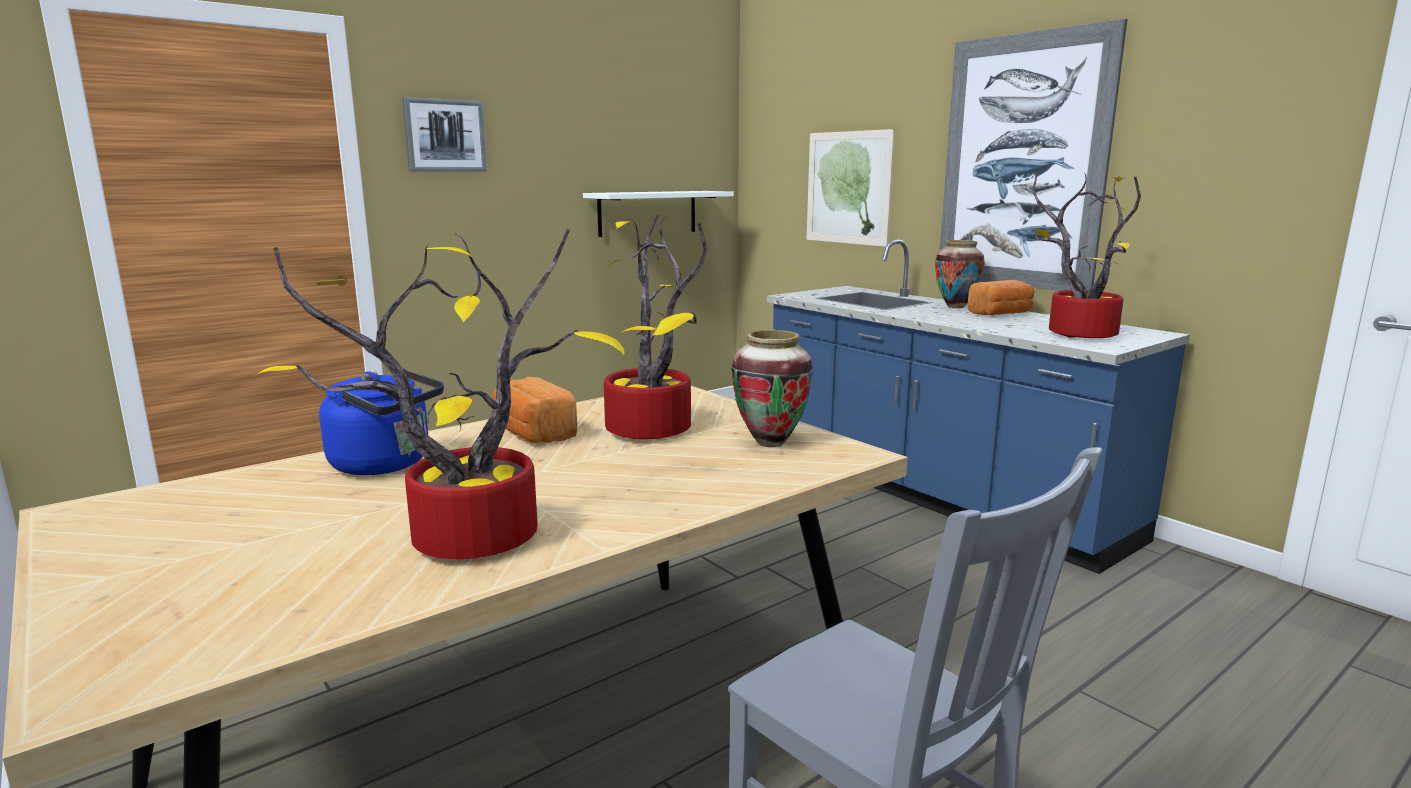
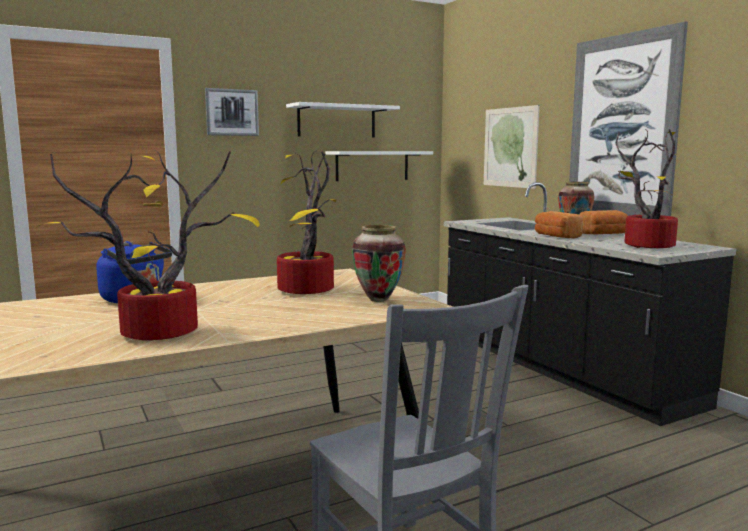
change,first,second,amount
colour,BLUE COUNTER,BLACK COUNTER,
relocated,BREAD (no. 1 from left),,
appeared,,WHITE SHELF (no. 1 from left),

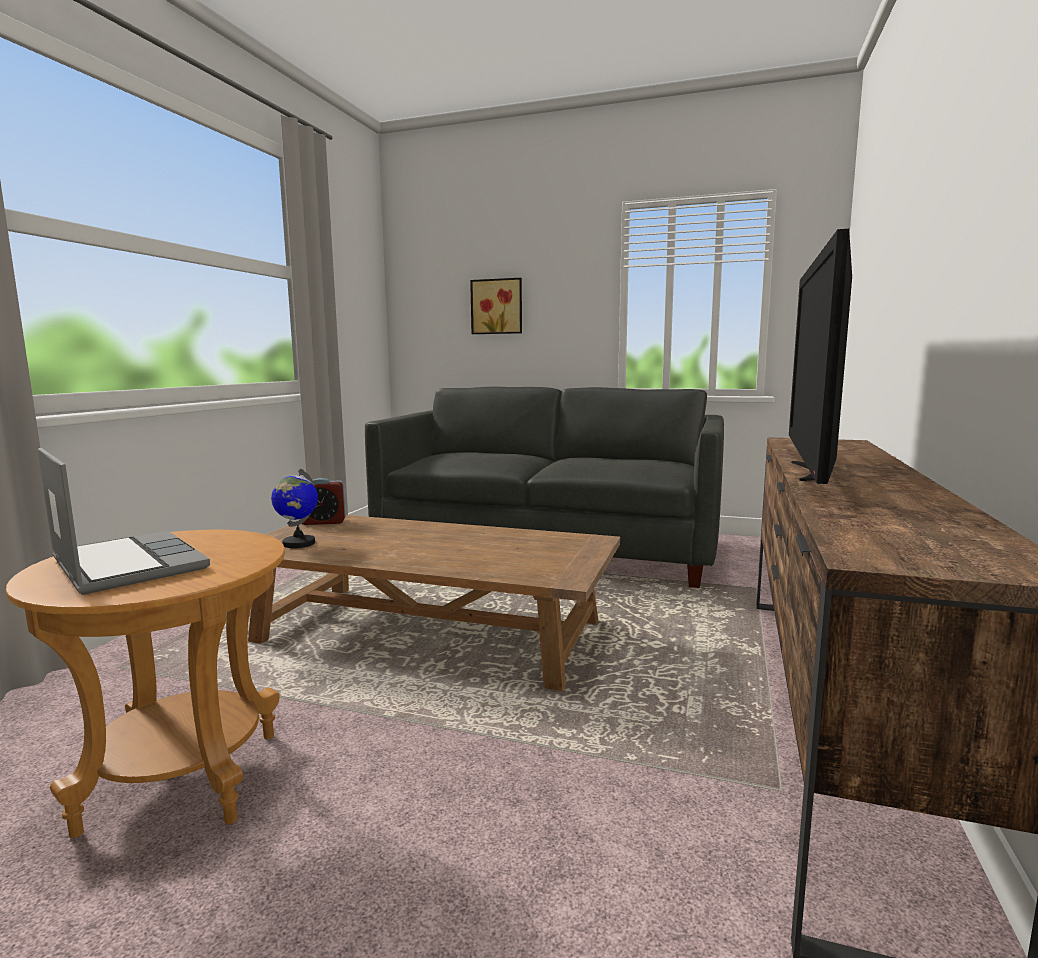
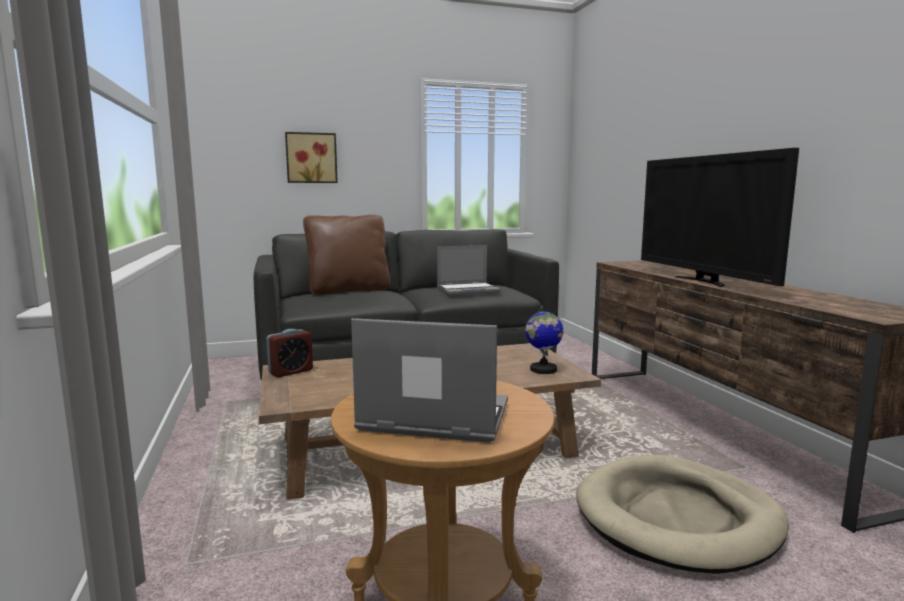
change,first,second,amount
relocated,GLOBE,,
appeared,,BROWN PILLOW,
appeared,,LAPTOP (no. 2 from left),
appeared,,BEIGE DOG BED,

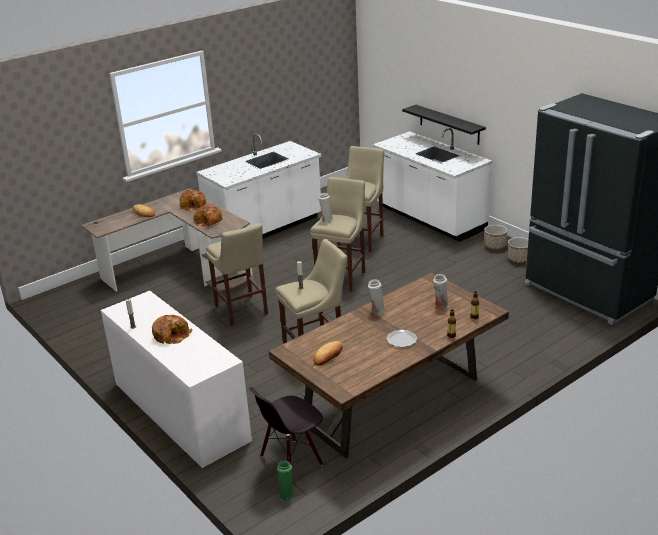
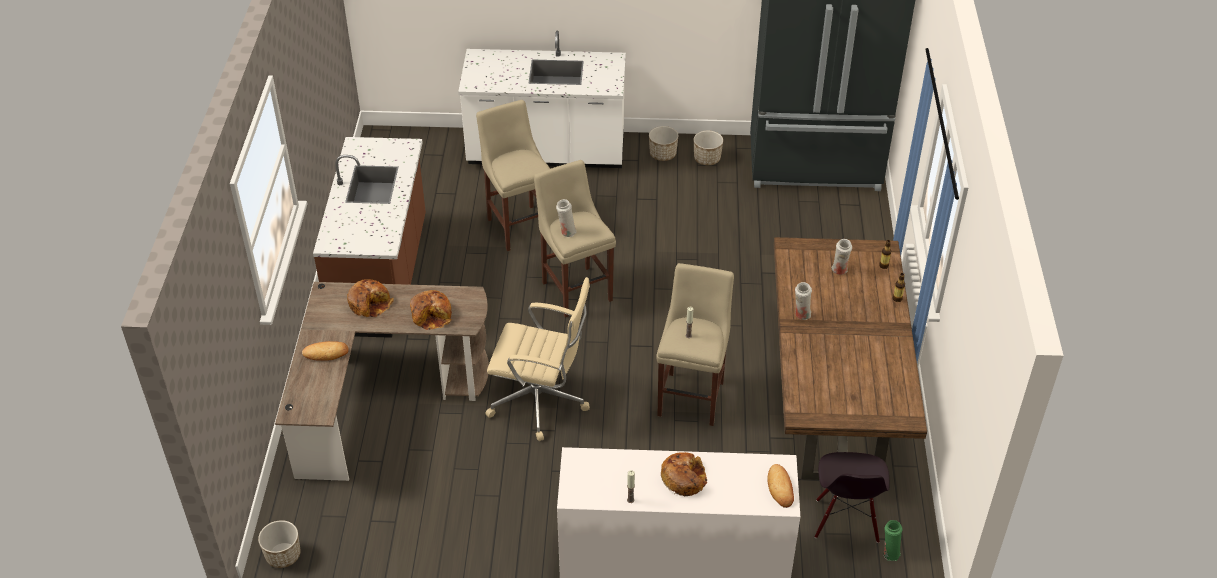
change,first,second,amount
missing,BLACK SHELF,,
colour,WHITE COUNTER (no. 1 from left),BROWN COUNTER,
exchanged,BEIGE STOOL (no. 1 from left),BEIGE OFFICE CHAIR,
missing,PLATE,,
relocated,BREAD (no. 5 from left),,
appeared,,PLANTER (no. 1 from left),

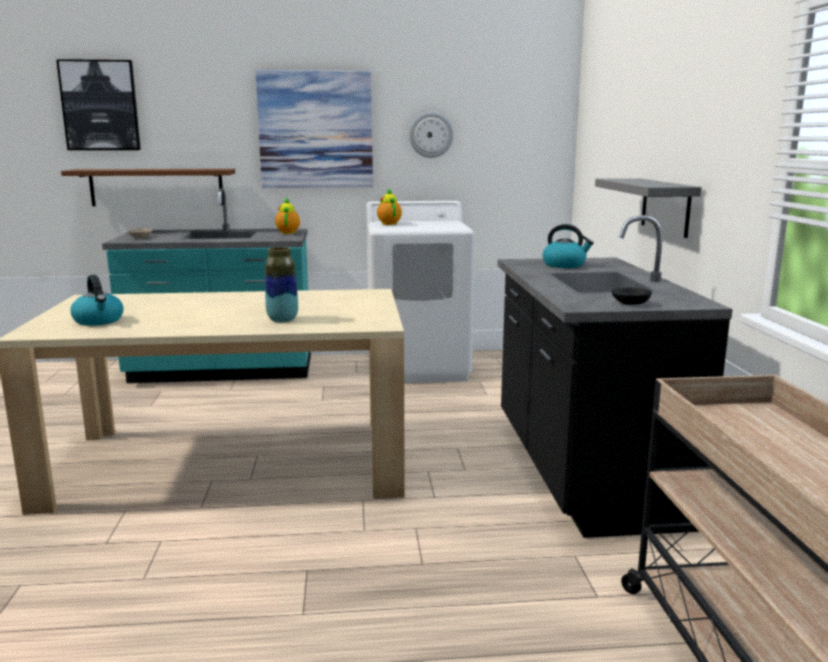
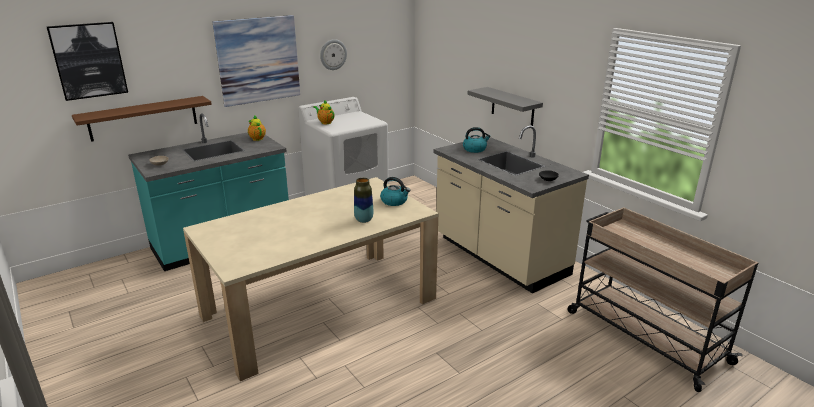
change,first,second,amount
colour,BLACK COUNTER,BEIGE COUNTER,
relocated,KETTLE (no. 1 from left),,

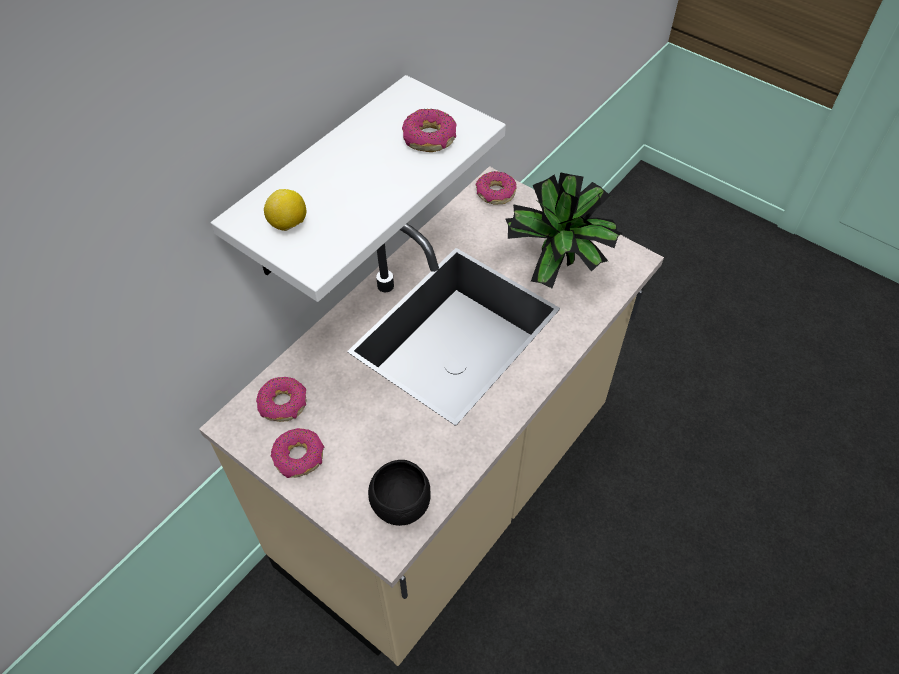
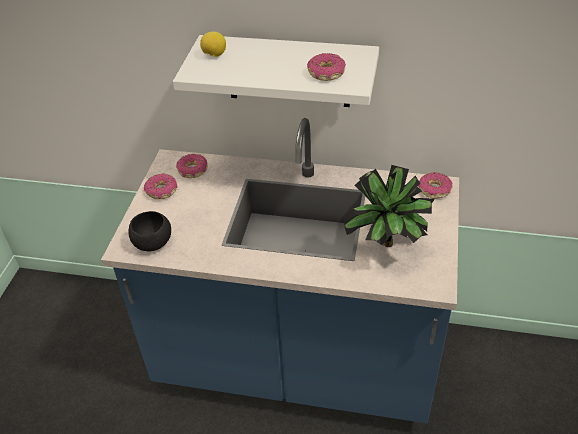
change,first,second,amount
colour,BEIGE COUNTER,BLUE COUNTER,

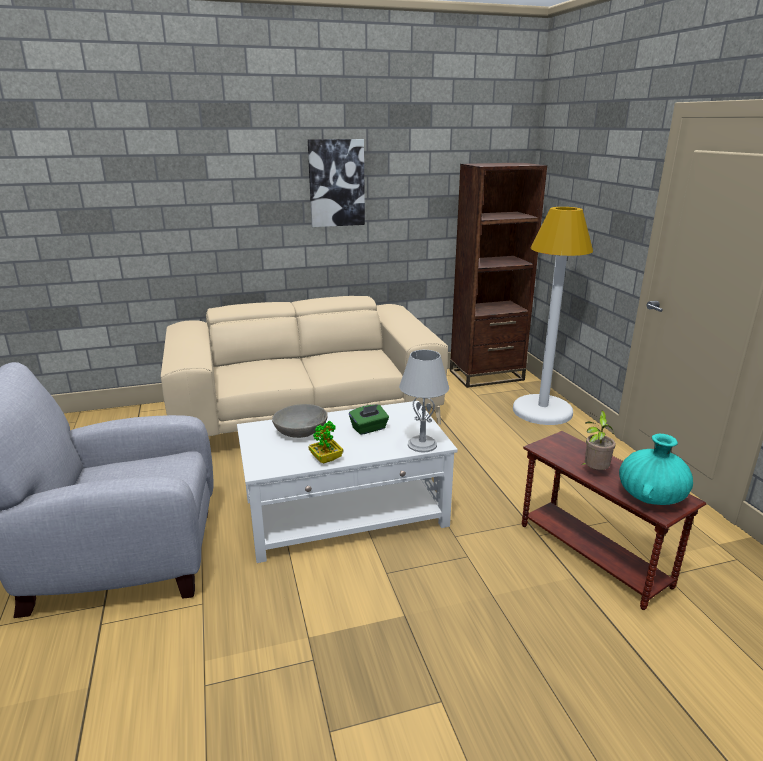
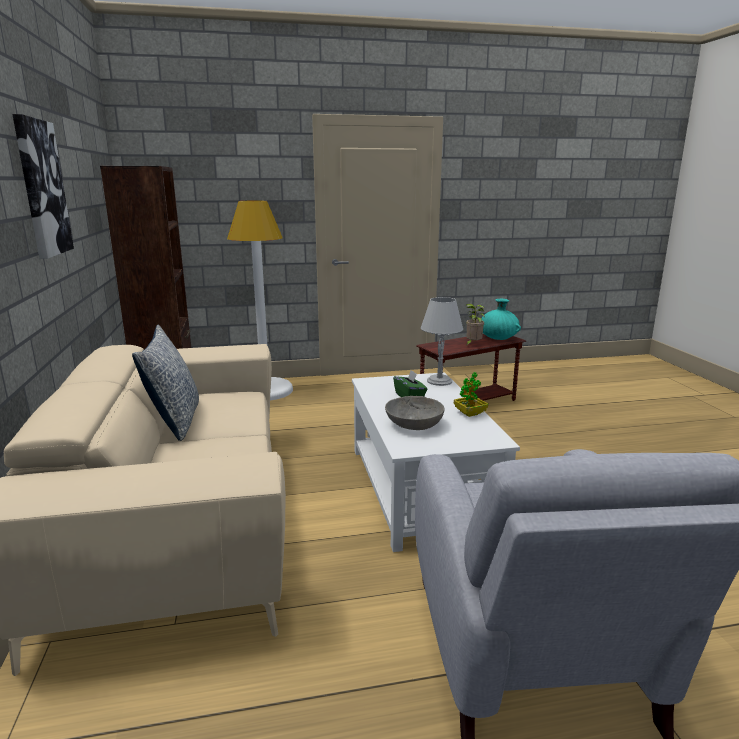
change,first,second,amount
appeared,,PILLOW,

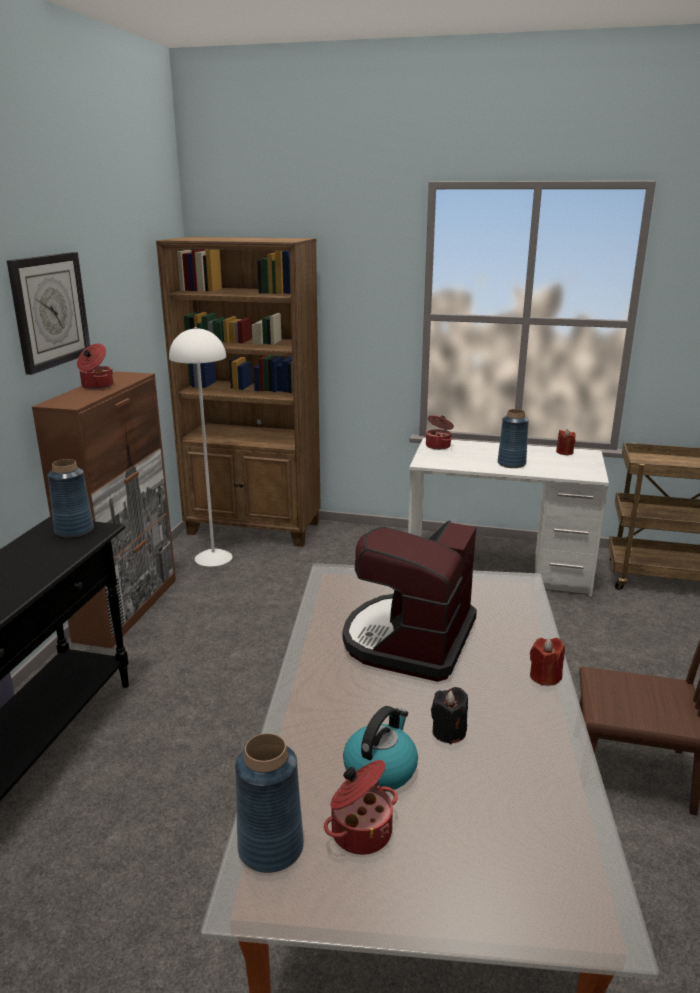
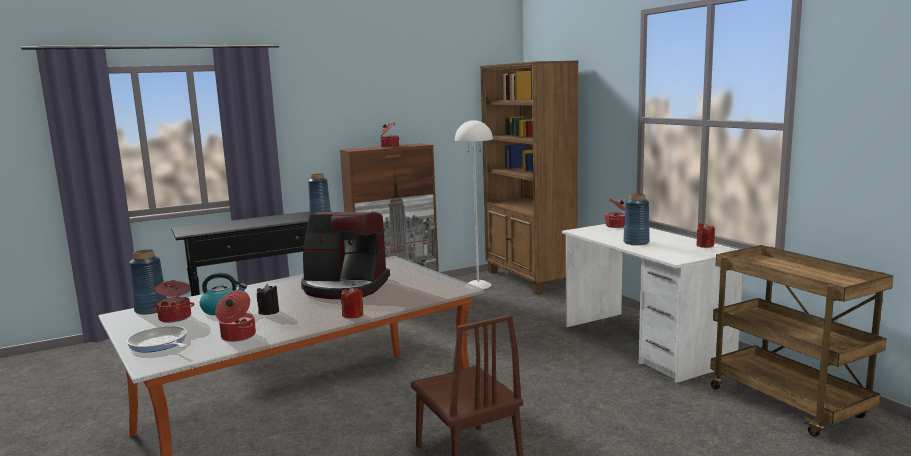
change,first,second,amount
missing,WALL CLOCK,,
spun,COFFEE MACHINE,,150 degrees counterclockwise
appeared,,COOKING POT (no. 2 from left),
appeared,,FRYING PAN,

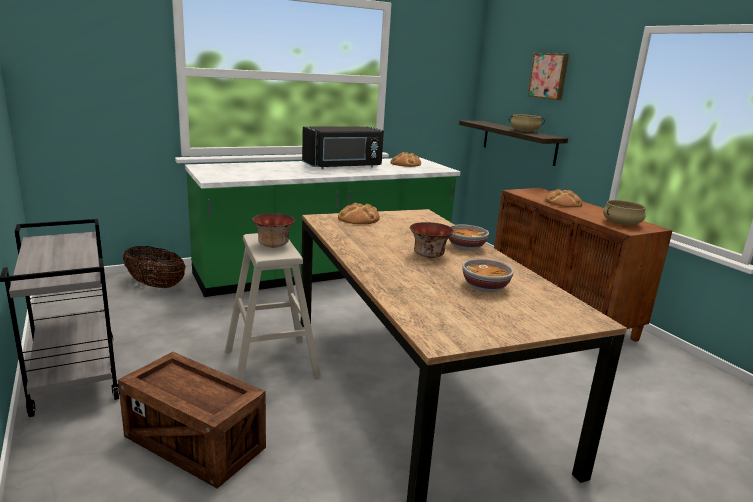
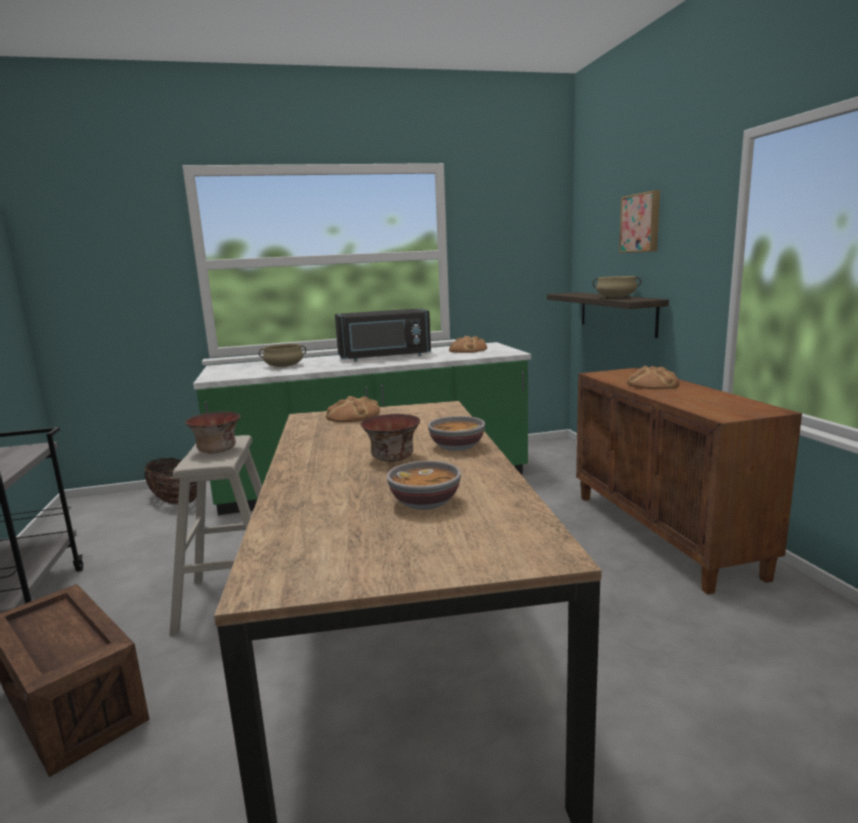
change,first,second,amount
relocated,BEIGE COOKING POT (no. 2 from left in the first image),BEIGE COOKING POT (no. 1 from left),

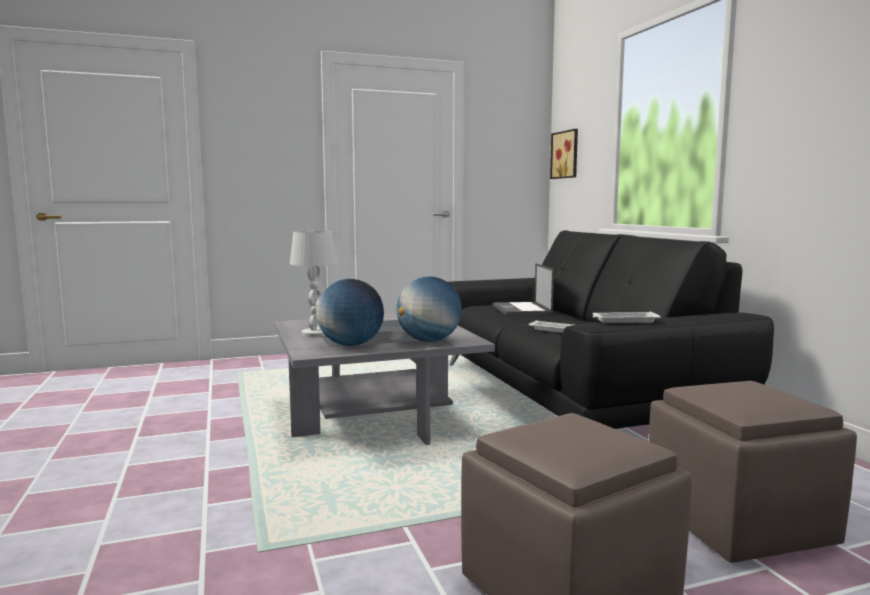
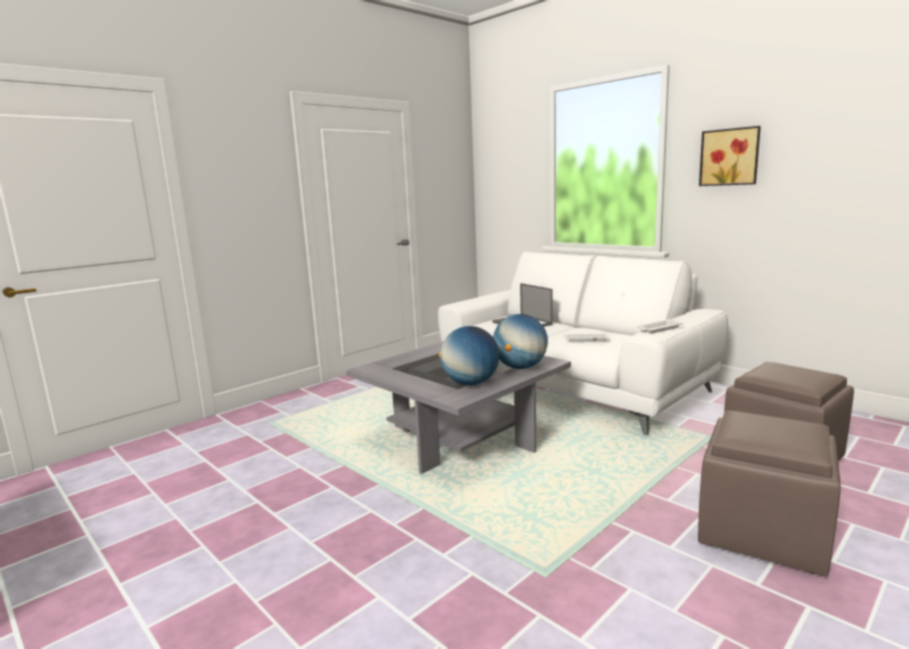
change,first,second,amount
relocated,PICTURE,,
colour,BLACK SOFA,WHITE SOFA,
missing,WHITE TABLE LAMP,,

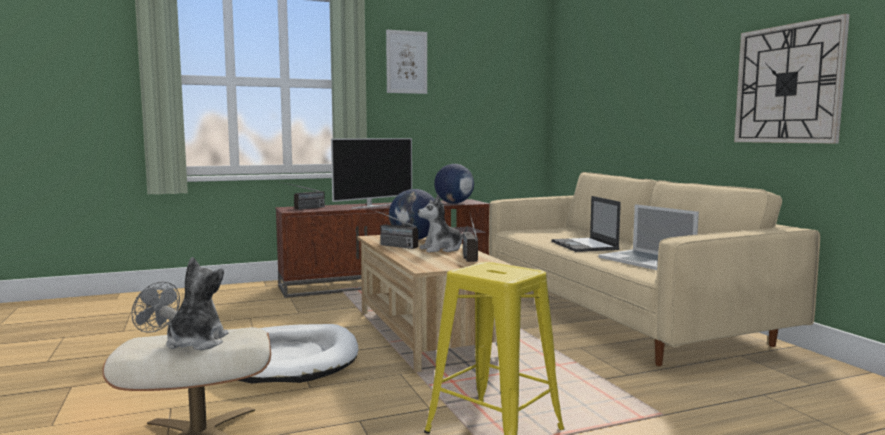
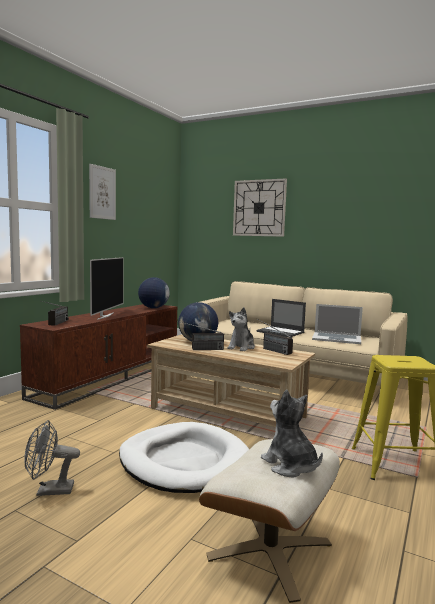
change,first,second,amount
relocated,WALL CLOCK,,

